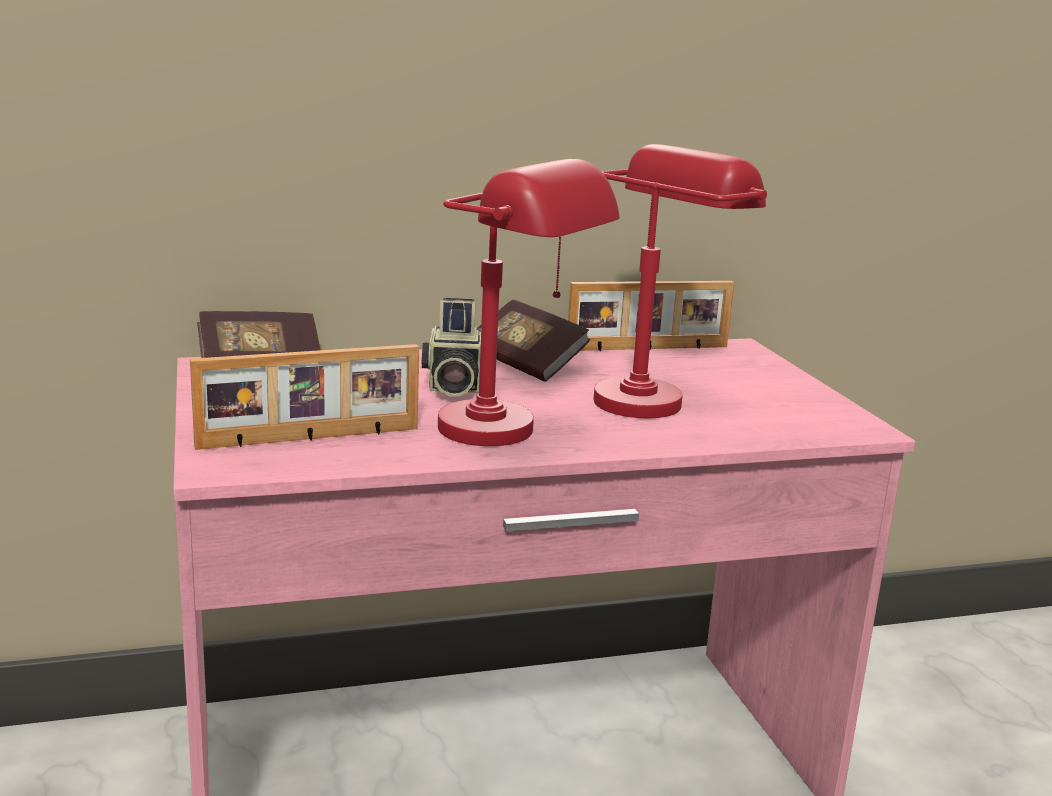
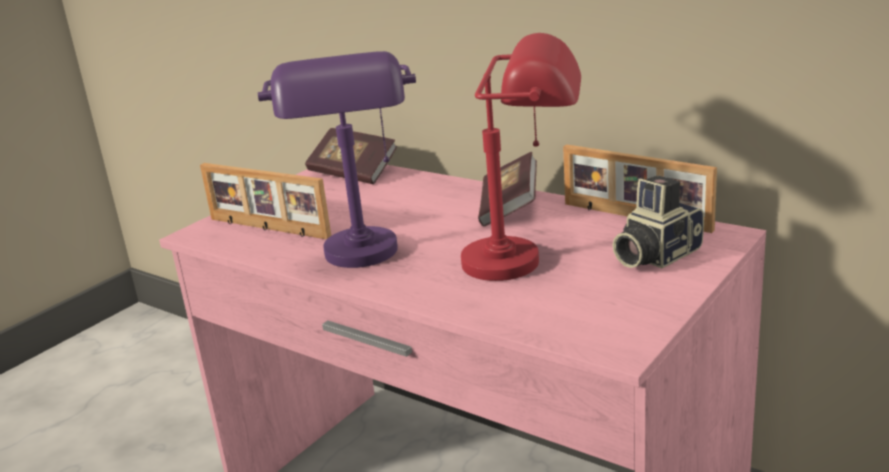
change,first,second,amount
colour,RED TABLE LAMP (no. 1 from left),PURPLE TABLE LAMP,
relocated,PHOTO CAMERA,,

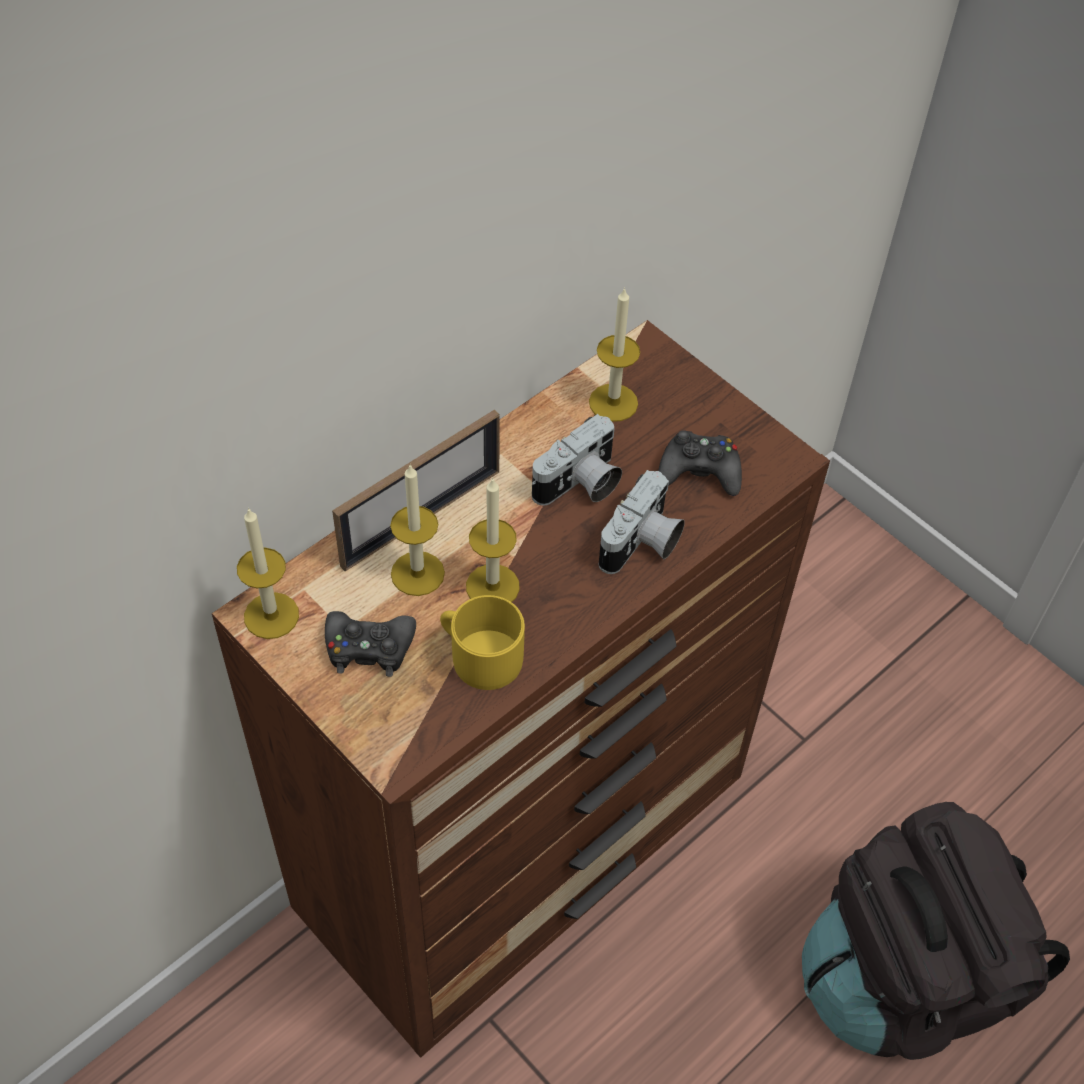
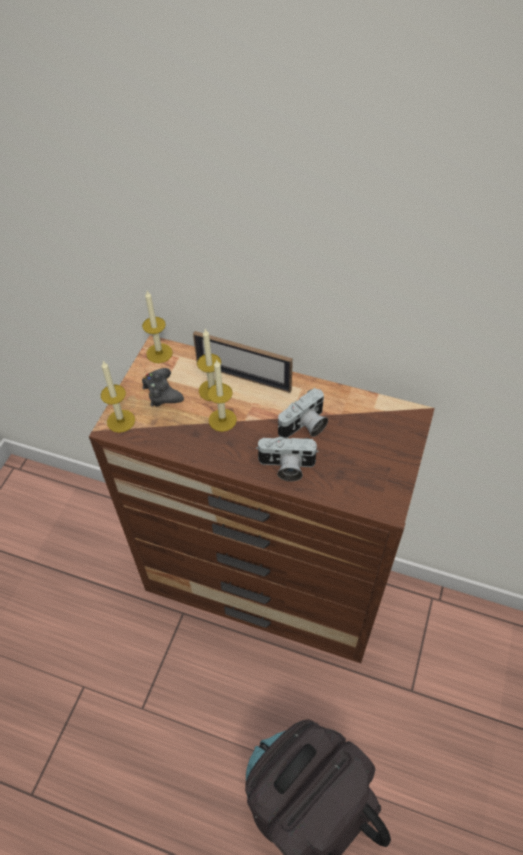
change,first,second,amount
relocated,CANDLE (no. 4 from left in the first image),CANDLE (no. 1 from left),
spun,PHOTO CAMERA (no. 1 from left in the first image),PHOTO CAMERA (no. 2 from left),60 degrees counterclockwise
missing,BLACK GAME CONTROLLER (no. 2 from left),,
missing,YELLOW MUG,,

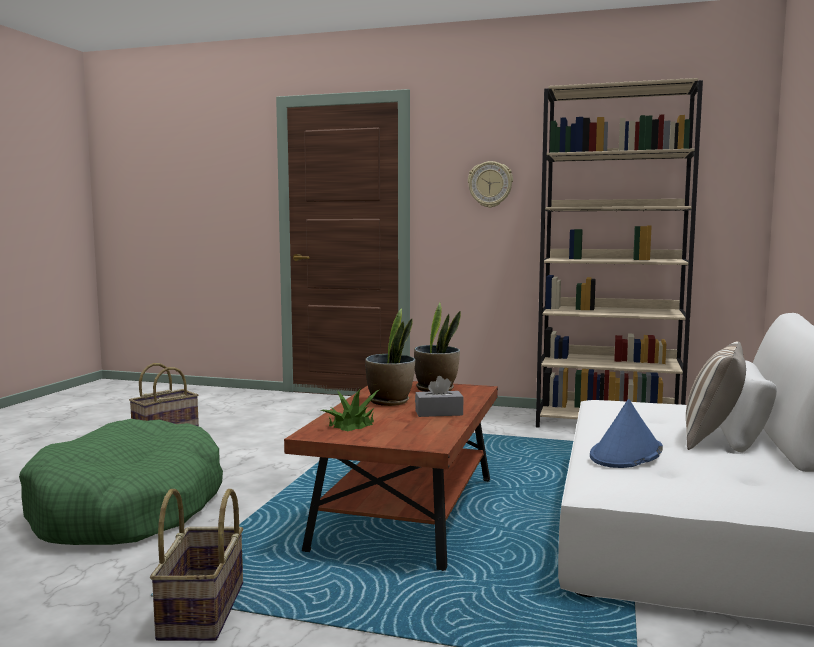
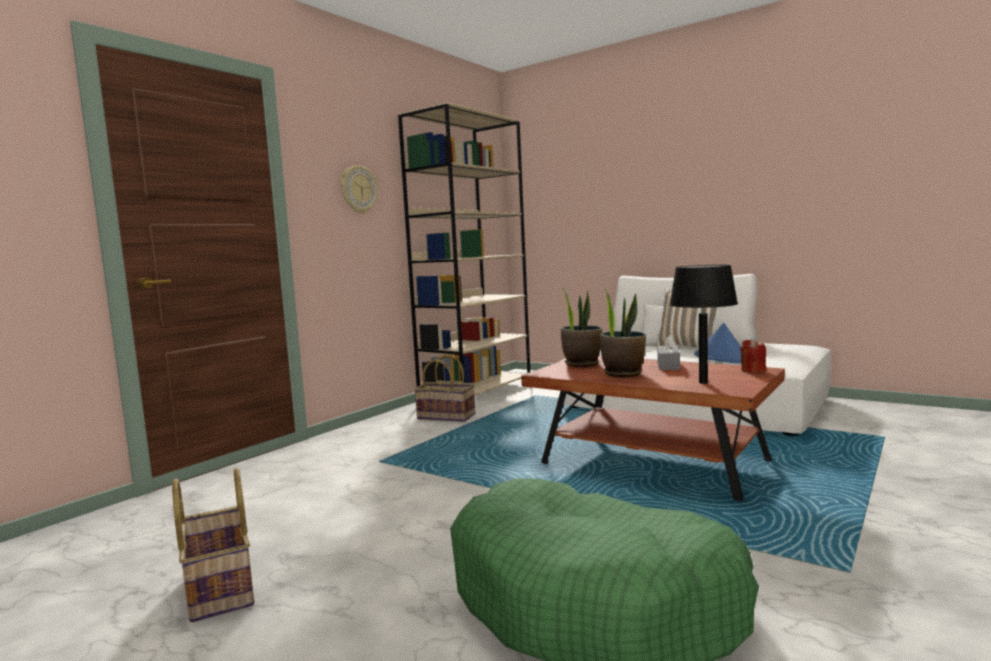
change,first,second,amount
exchanged,POTTED PLANT (no. 1 from left),BLACK TABLE LAMP,
relocated,BASKET (no. 2 from left),,
appeared,,RED CANDLE,

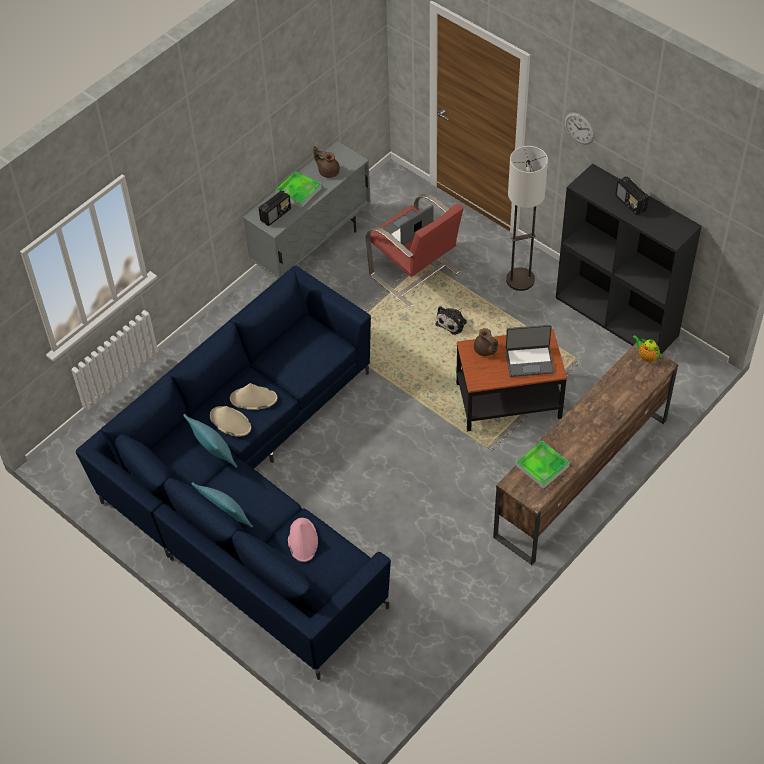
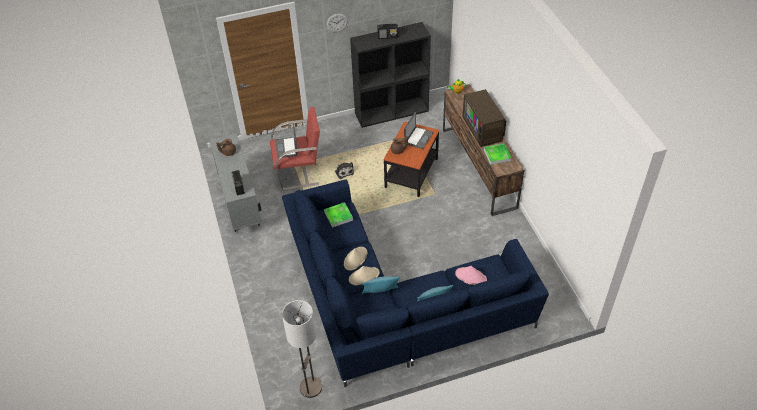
change,first,second,amount
relocated,FLOOR LAMP,,
relocated,TRAY (no. 1 from left),,
appeared,,TELEVISION,

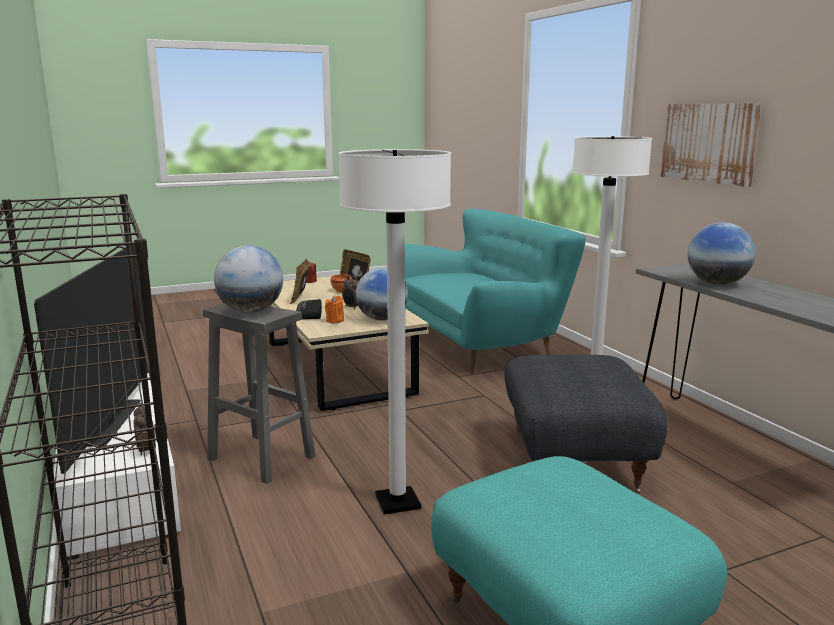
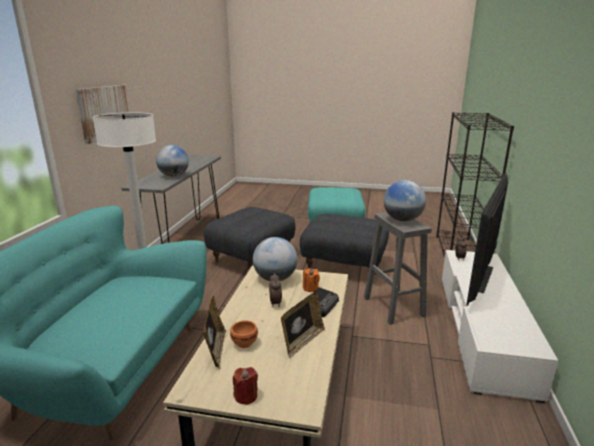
change,first,second,amount
exchanged,WHITE FLOOR LAMP (no. 1 from left),GREY OTTOMAN (no. 2 from left),

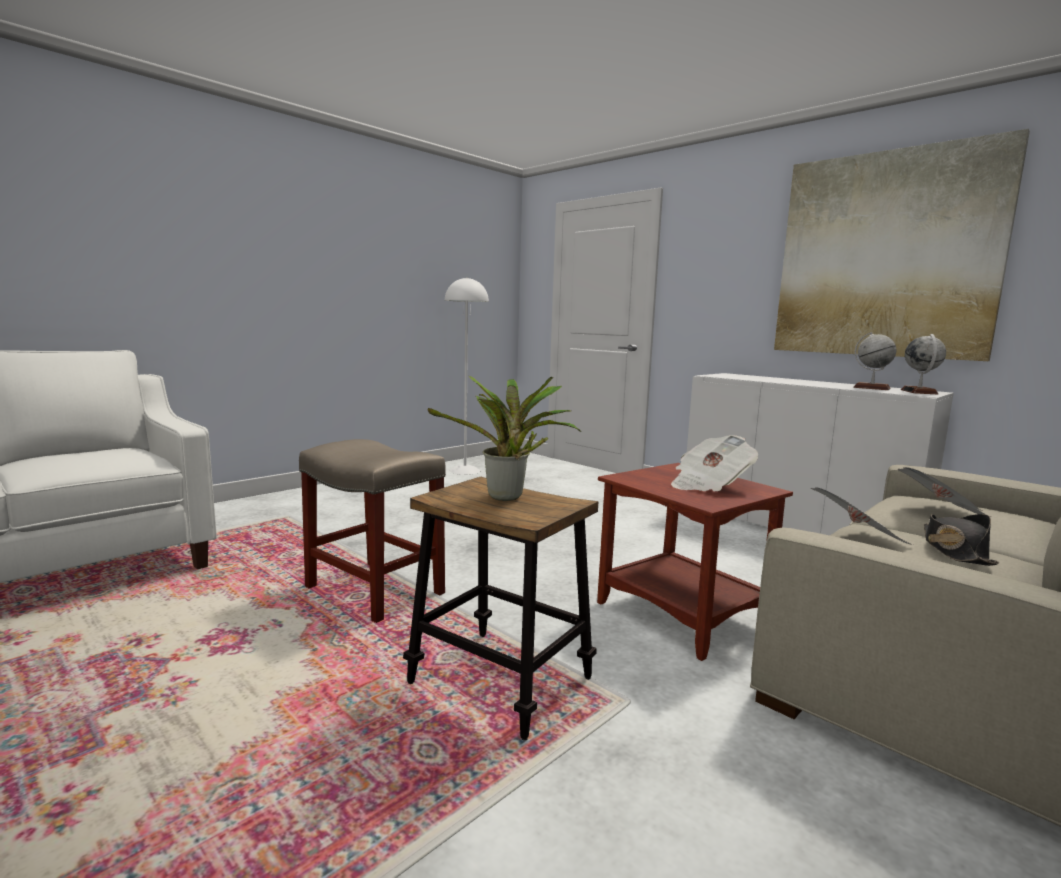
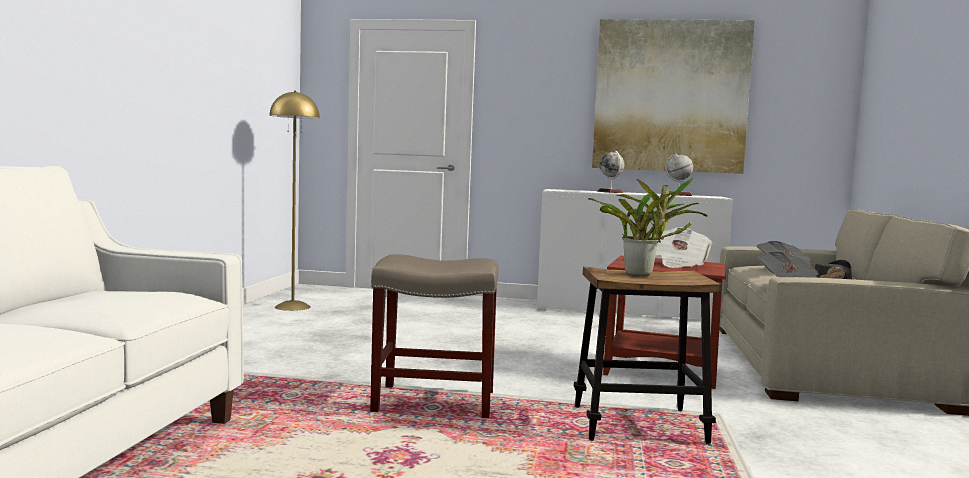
change,first,second,amount
colour,WHITE FLOOR LAMP,YELLOW FLOOR LAMP,
relocated,GLOBE (no. 2 from left in the first image),GLOBE (no. 1 from left),

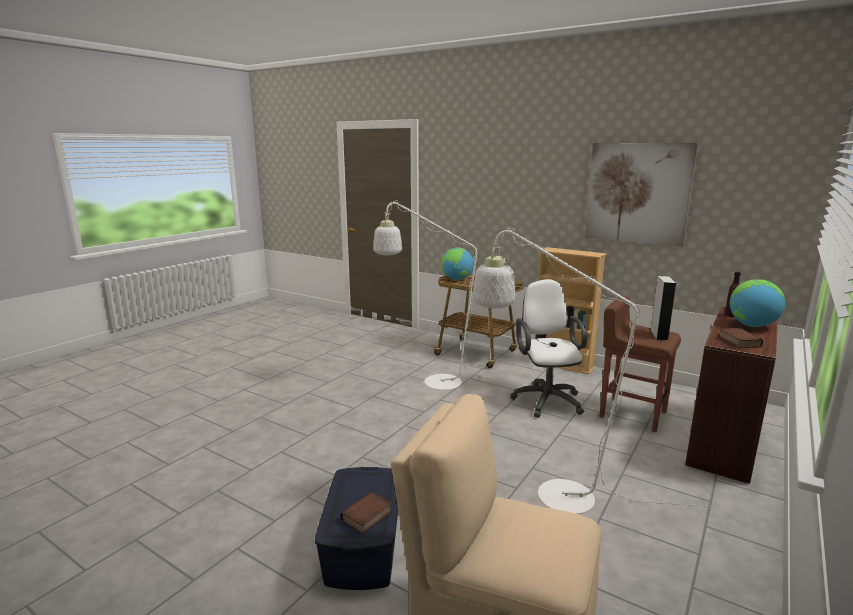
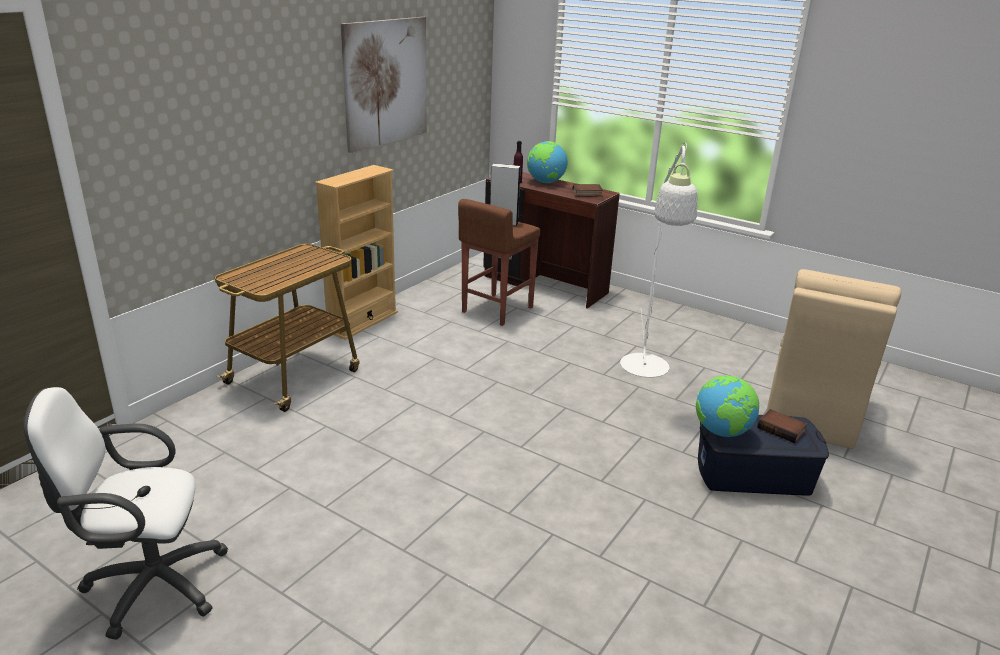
change,first,second,amount
missing,WHITE FLOOR LAMP (no. 1 from left),,
relocated,GLOBE (no. 1 from left in the first image),GLOBE (no. 2 from left),
relocated,WHITE OFFICE CHAIR,,

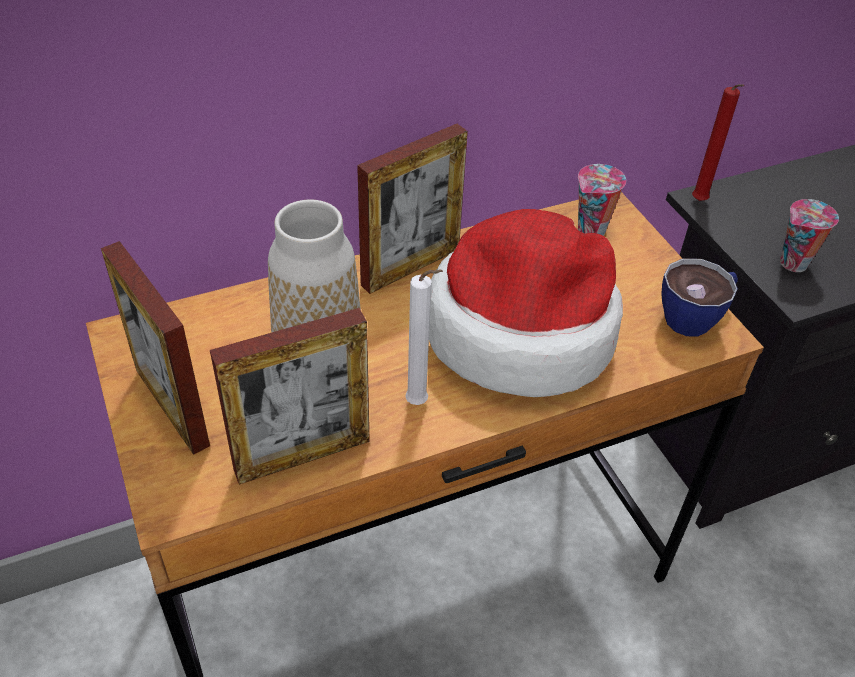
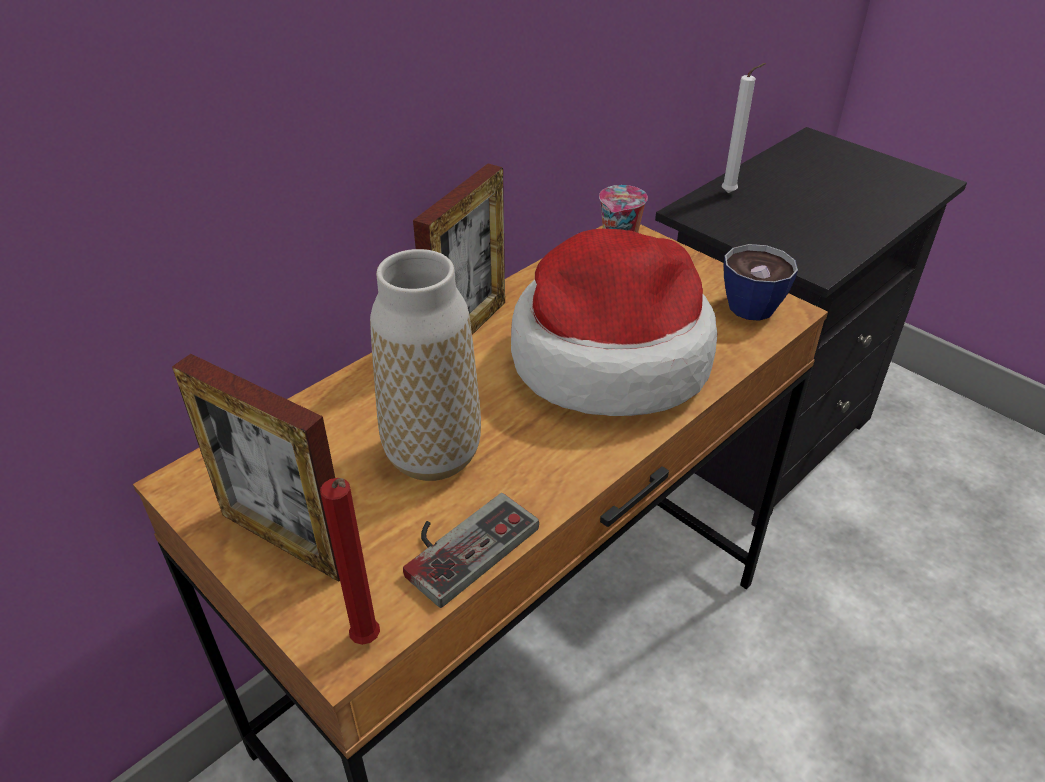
change,first,second,amount
relocated,RED CANDLE,,
missing,CUP (no. 3 from left),,
relocated,WHITE CANDLE,,
exchanged,PICTURE FRAME (no. 2 from left),GAME CONTROLLER,

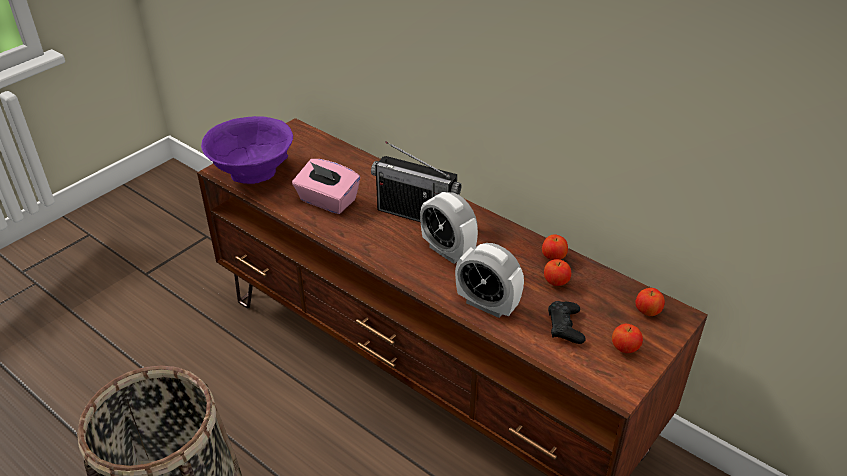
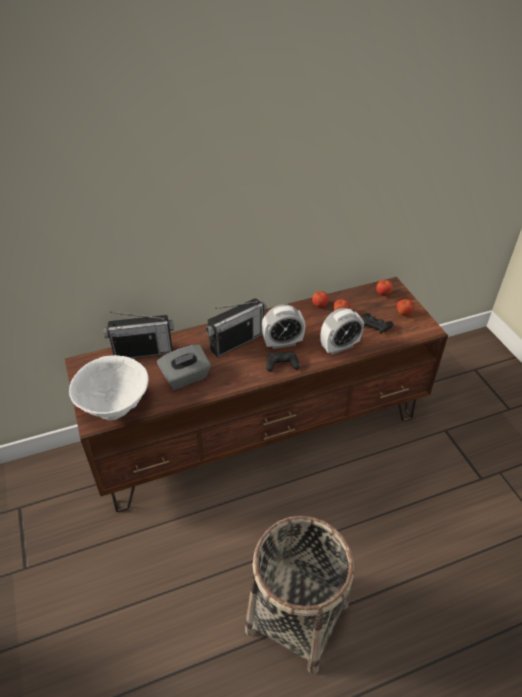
change,first,second,amount
colour,PURPLE BOWL,WHITE BOWL,
colour,PINK TISSUE BOX,GREY TISSUE BOX,
appeared,,RADIO (no. 1 from left),
appeared,,BLACK GAME CONTROLLER (no. 1 from left),

